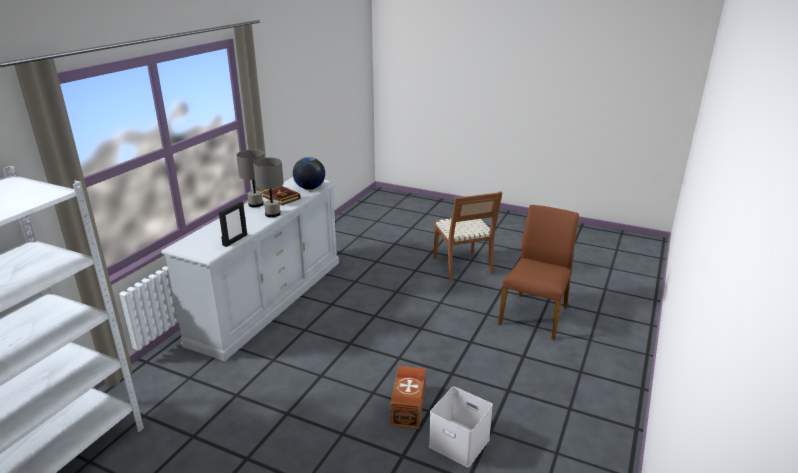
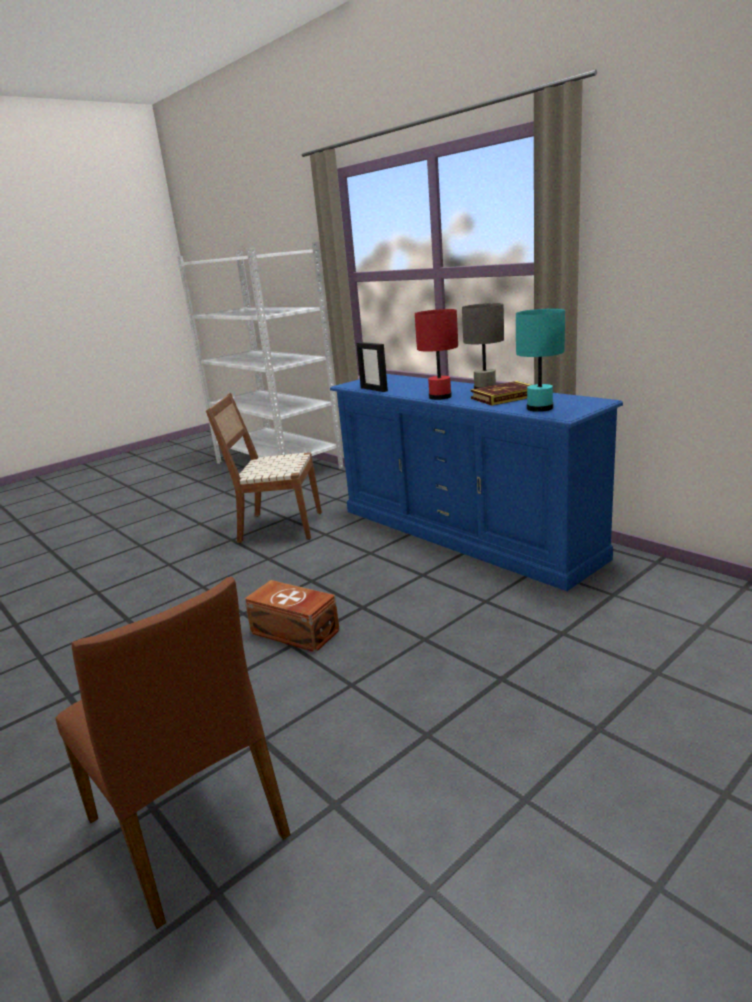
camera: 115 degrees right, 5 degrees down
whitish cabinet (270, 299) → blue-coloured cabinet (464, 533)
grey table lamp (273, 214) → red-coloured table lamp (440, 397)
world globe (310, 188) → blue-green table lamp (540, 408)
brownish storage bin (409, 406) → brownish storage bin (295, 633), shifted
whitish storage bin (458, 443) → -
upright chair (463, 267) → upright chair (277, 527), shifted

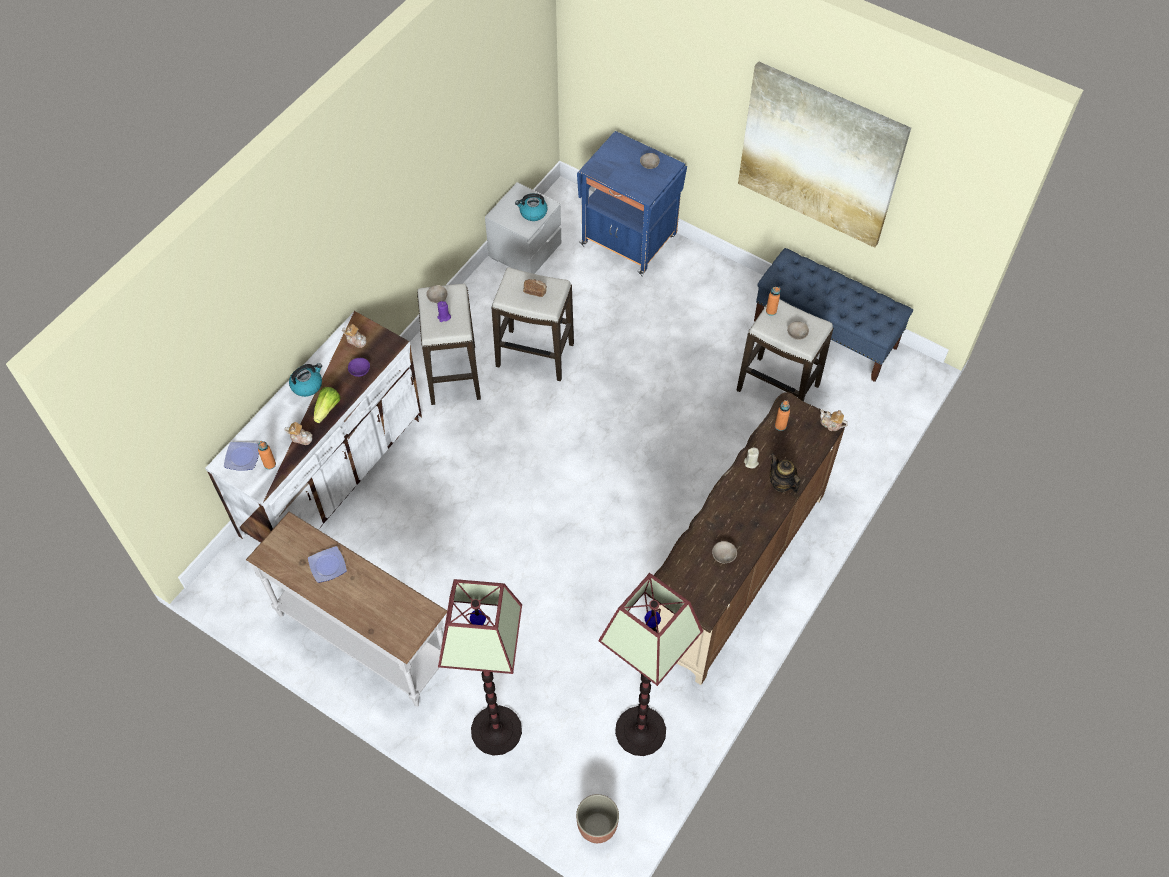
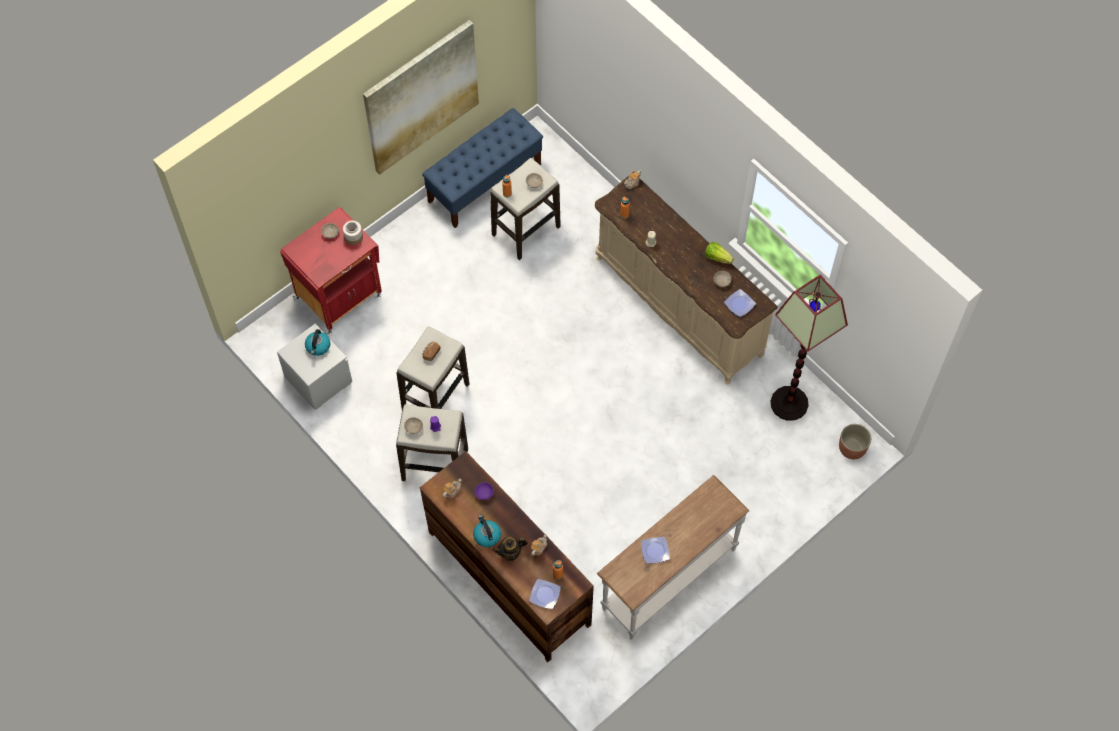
camera: 75 degrees left, 5 degrees up
whitish cabinet (335, 475) → brownish cabinet (509, 576)
lettuce head (327, 409) → lettuce head (717, 257), shifted
floor lamp (496, 731) → -
blue-coloured wheeled cart (629, 243) → red-coloured wheeled cart (339, 296)
pot for tea (781, 483) → pot for tea (510, 553), shifted
- → storage jar (353, 237)
- → flat dish (739, 305)

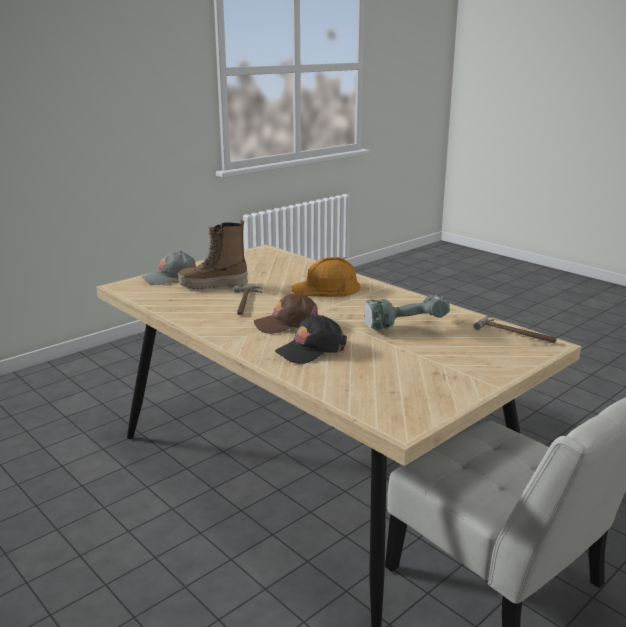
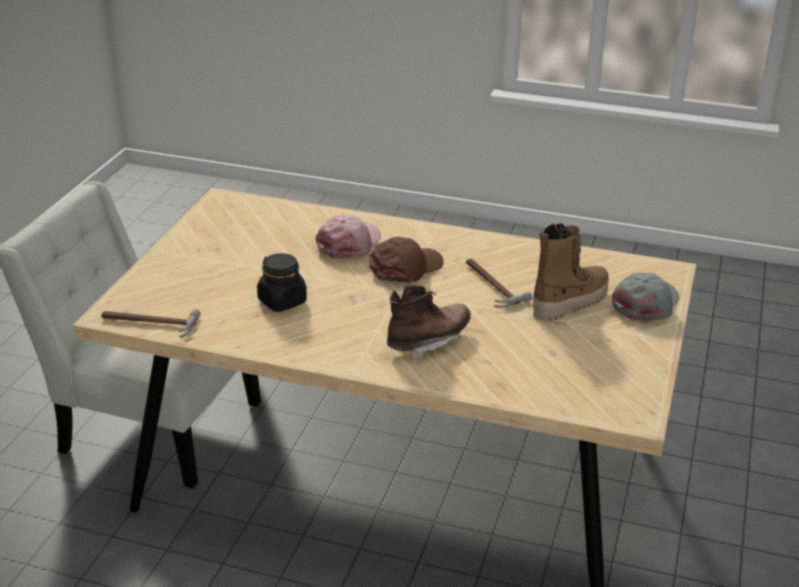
camera: 150 degrees right, 10 degrees up
blackish peaked cap (311, 349) → pink-coloured peaked cap (349, 243)
orange hard hat (327, 288) → brownish high-top boot (428, 341)
electric drill (404, 325) → blackish storage jar (282, 301)

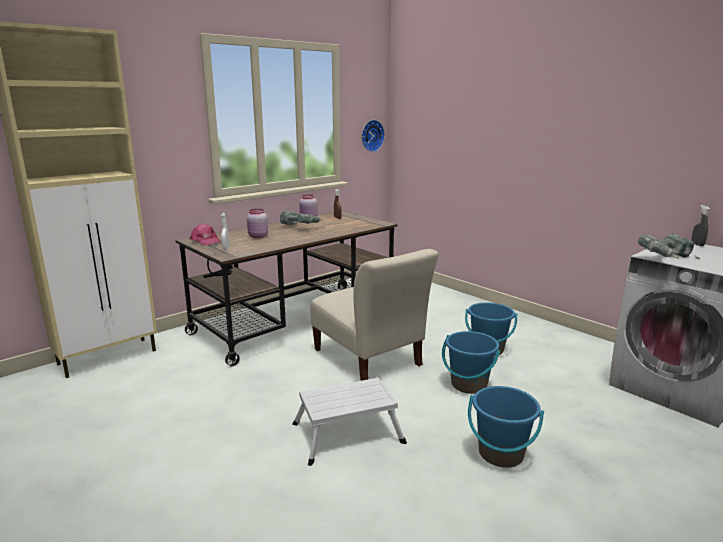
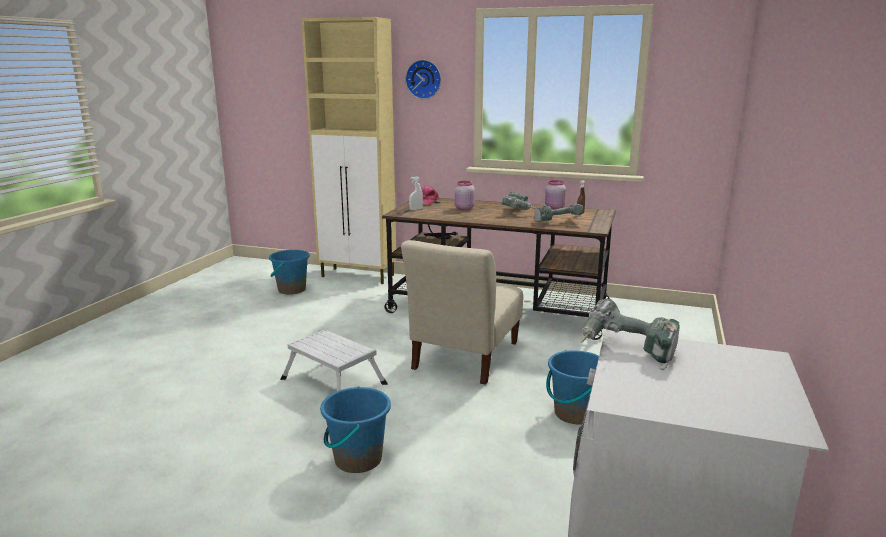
camera: 60 degrees right, 0 degrees up
clock on the wall (371, 135) → clock on the wall (424, 79), shifted
blue-coloured water bucket (468, 385) → blue-coloured water bucket (291, 290), shifted
grey sprayer (697, 244) → -
- → electric drill (557, 221)

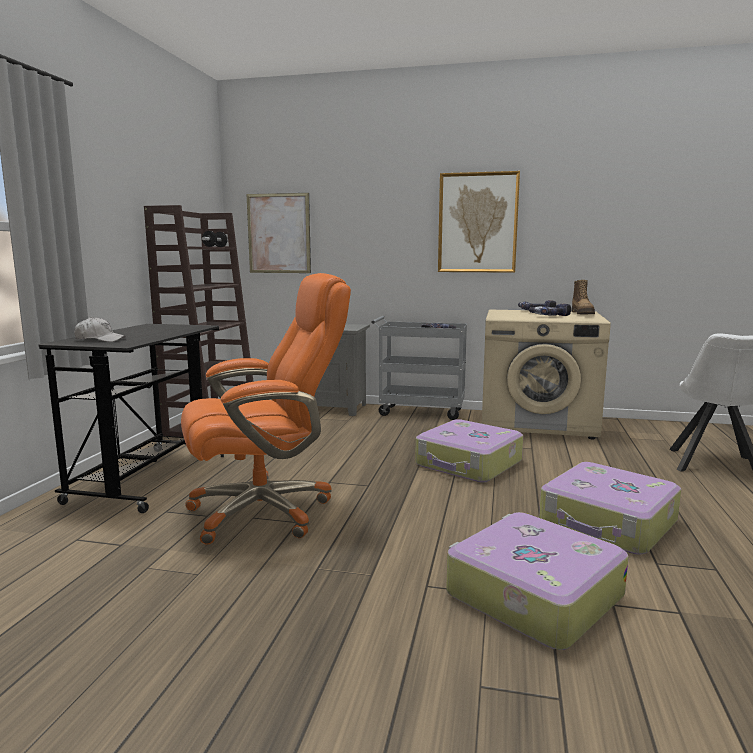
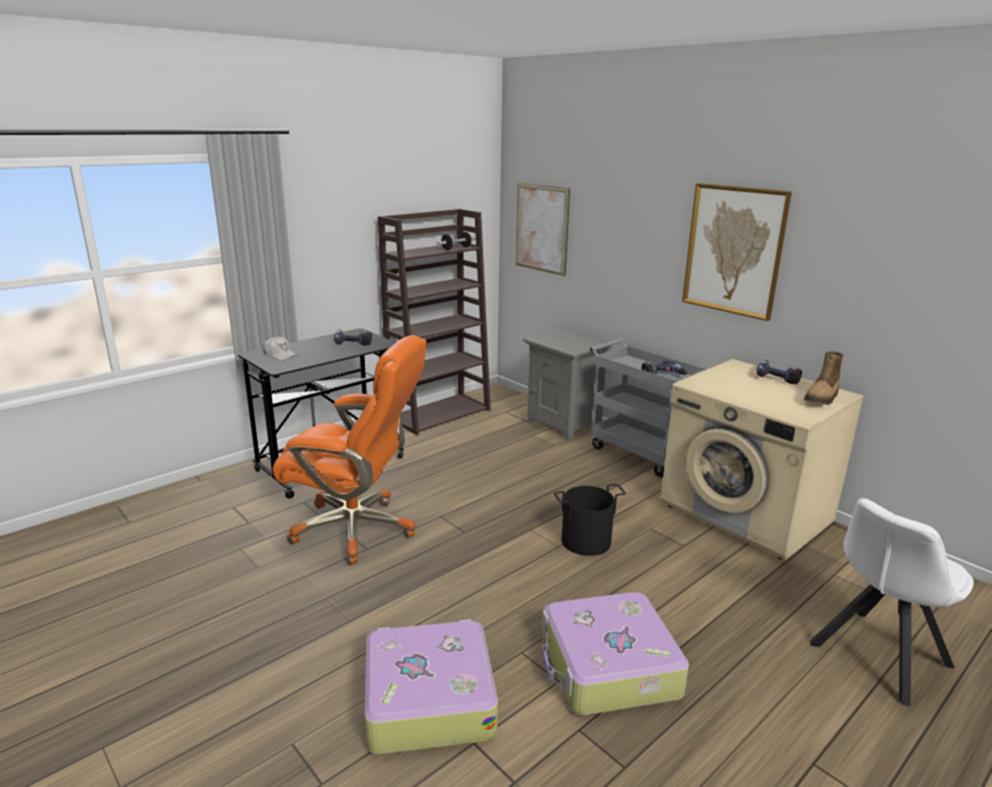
camera: 35 degrees right, 10 degrees up
travel case (468, 464) → blackish water bucket (586, 541)
electric drill (550, 316) → electric drill (353, 342), shifted

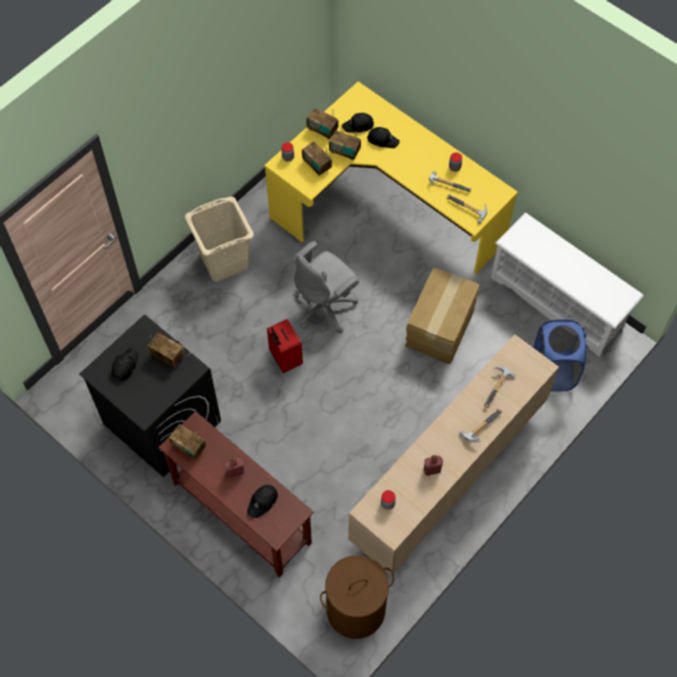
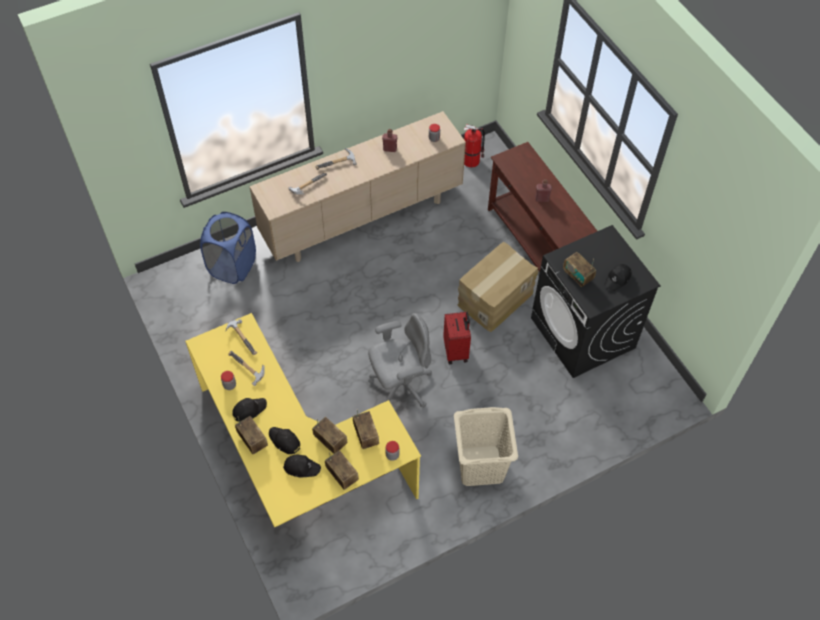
camera: 160 degrees left, 5 degrees down
radio (188, 446) → radio (252, 441), shifted
blackish peaked cap (263, 502) → blackish peaked cap (249, 410), shifted
brownish laundry basket (355, 610) → fire extinguisher (472, 161)
carton (441, 327) → carton (494, 298), shifted
whitish shoe rack (558, 301) → -

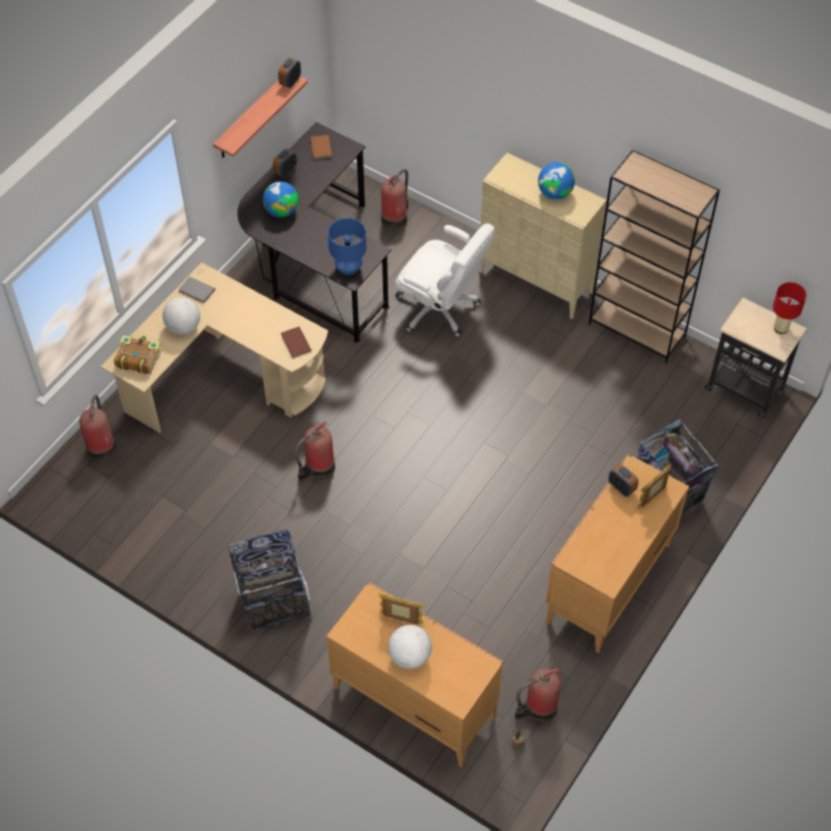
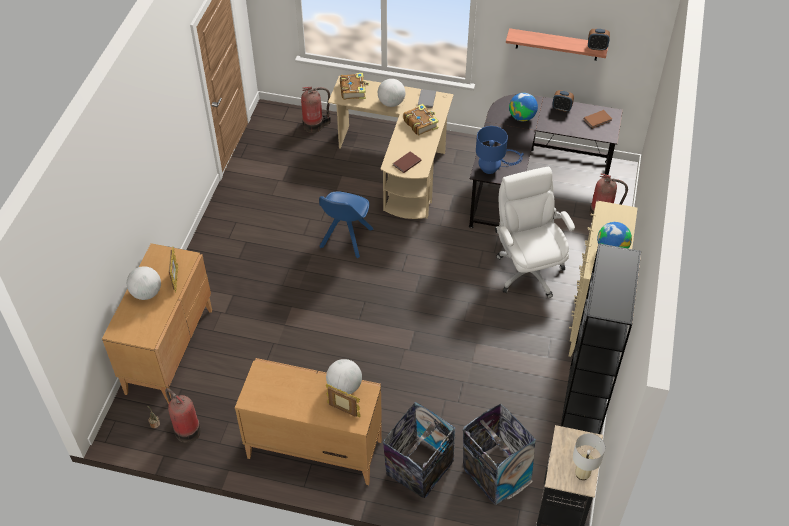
camera: 70 degrees right, 5 degrees down
rubbish bin (274, 601) → rubbish bin (495, 474), shifted
fire extinguisher (318, 469) → blue-coloured upright chair (345, 239)
whitish office chair (441, 311) → whitish office chair (527, 268), 150 degrees clockwise
sand-coloured bookcase (637, 330) → blackish bookcase (583, 406)
bedside clock (621, 488) → world globe (344, 387)
red-coloured table lamp (780, 328) → whitish table lamp (582, 473)
- → book (420, 123)

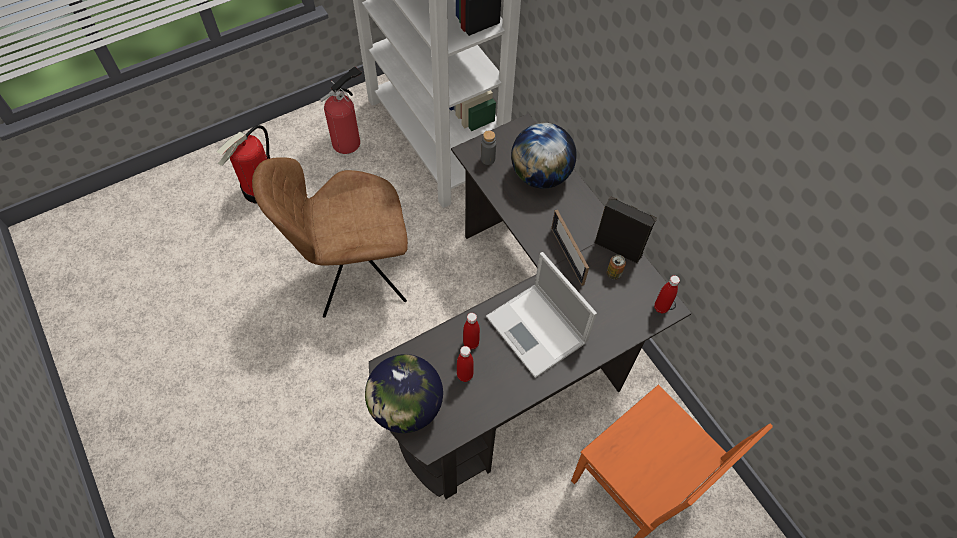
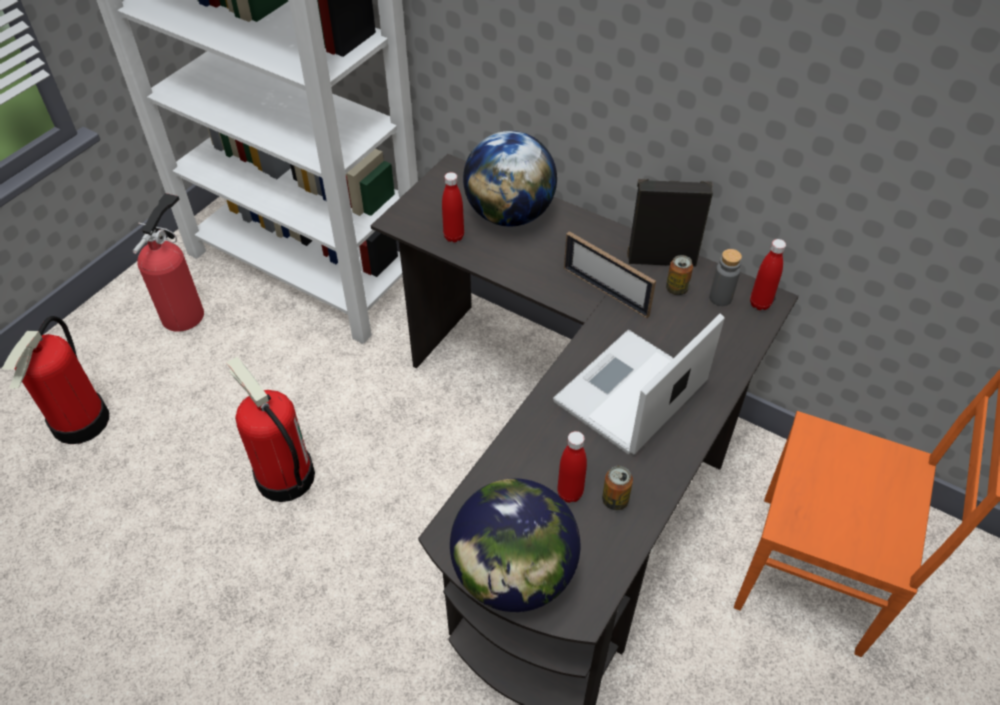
camera: 25 degrees left, 10 degrees down
brownish upright chair (354, 275) → fire extinguisher (284, 476)
red-coloured bottle (471, 343) → red-coloured bottle (454, 236), shifted
grey bottle (488, 159) → grey bottle (720, 298), shifted
notebook computer (537, 331) → notebook computer (629, 394), 105 degrees clockwise
- → can (615, 500)

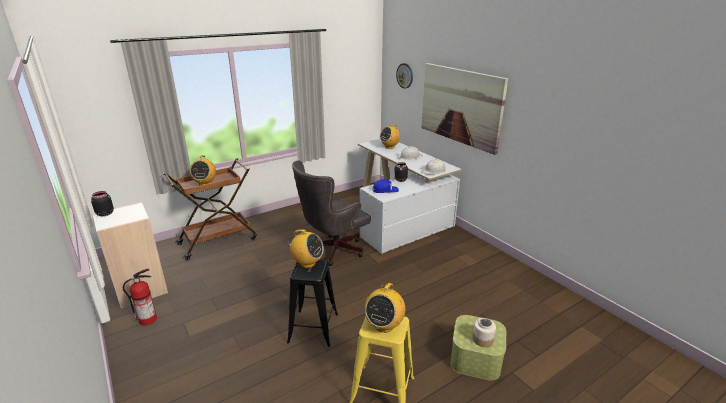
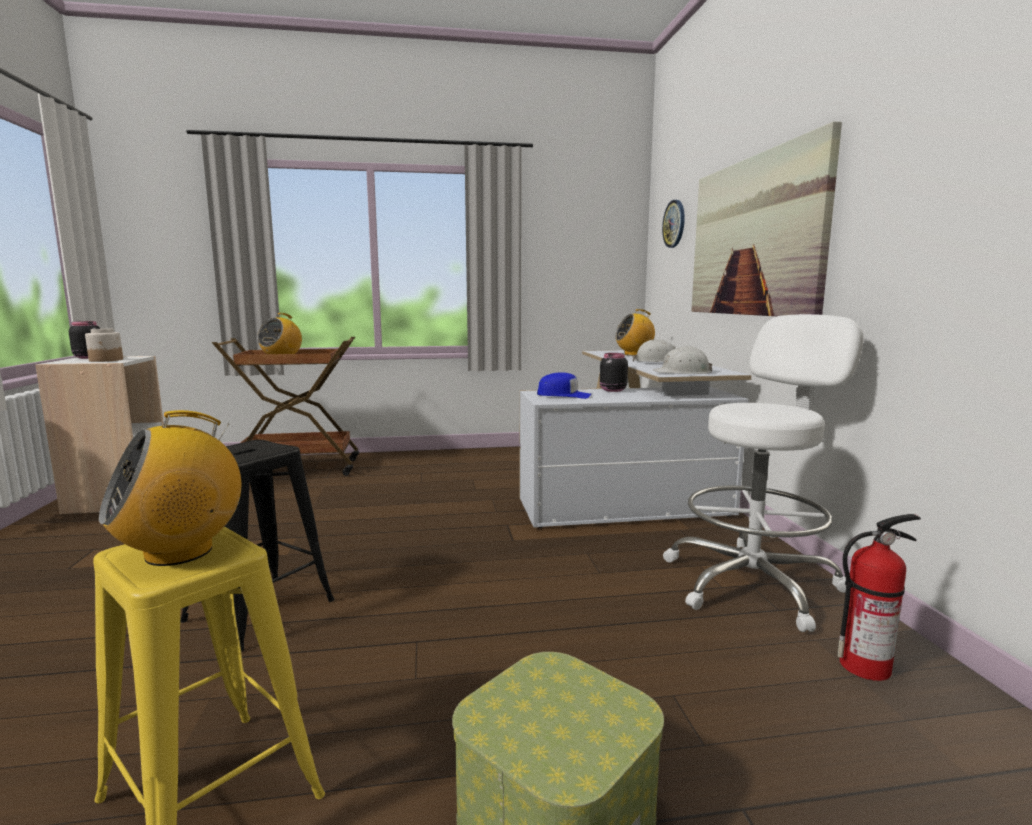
camera: 25 degrees right, 15 degrees down
fire extinguisher (148, 319) → fire extinguisher (865, 665), shifted
radio (307, 263) → -
grey office chair (333, 251) → -
storage jar (483, 339) → storage jar (106, 360), shifted
- → whitish stool seat (752, 582)

